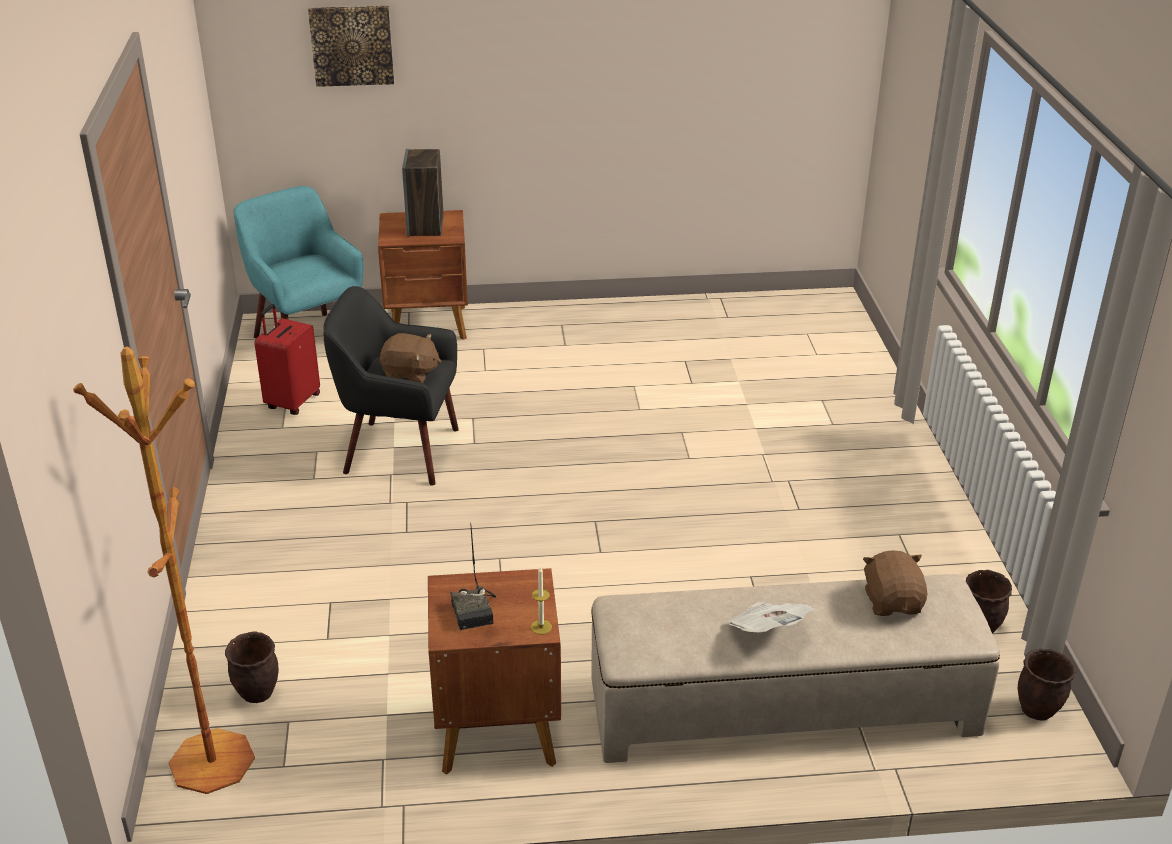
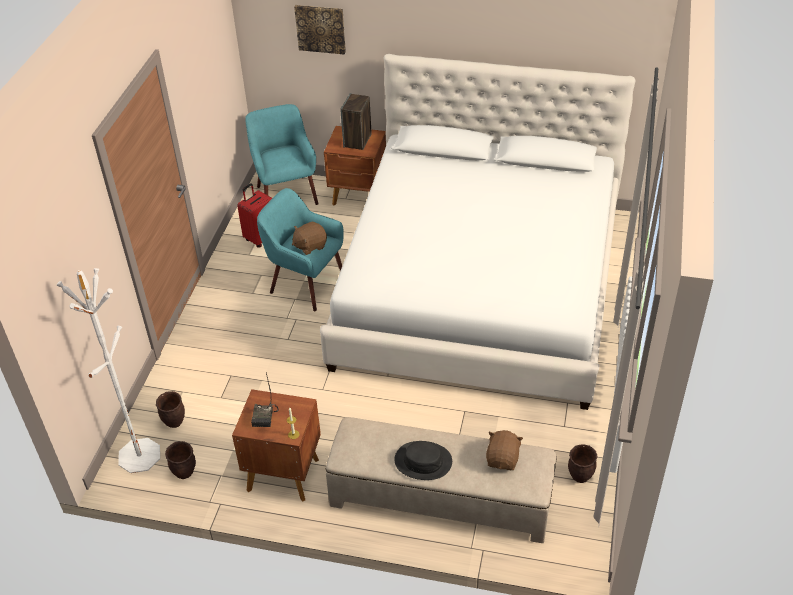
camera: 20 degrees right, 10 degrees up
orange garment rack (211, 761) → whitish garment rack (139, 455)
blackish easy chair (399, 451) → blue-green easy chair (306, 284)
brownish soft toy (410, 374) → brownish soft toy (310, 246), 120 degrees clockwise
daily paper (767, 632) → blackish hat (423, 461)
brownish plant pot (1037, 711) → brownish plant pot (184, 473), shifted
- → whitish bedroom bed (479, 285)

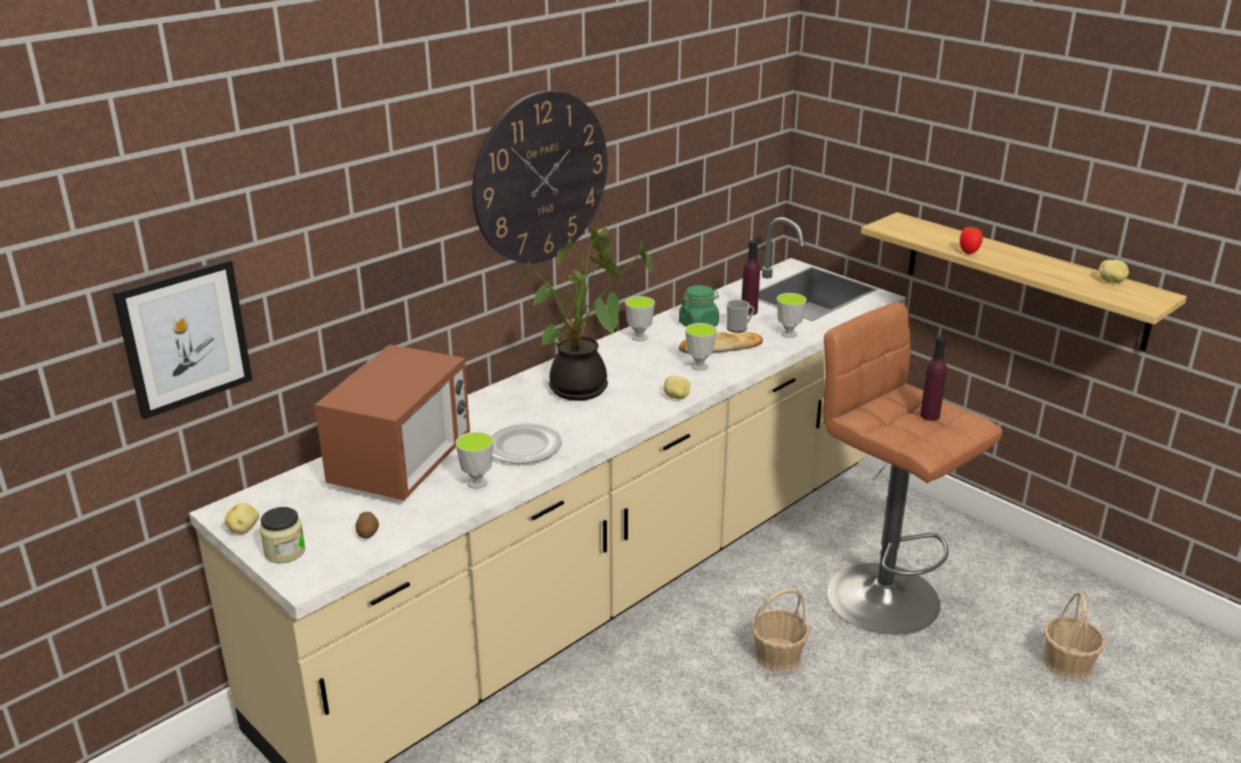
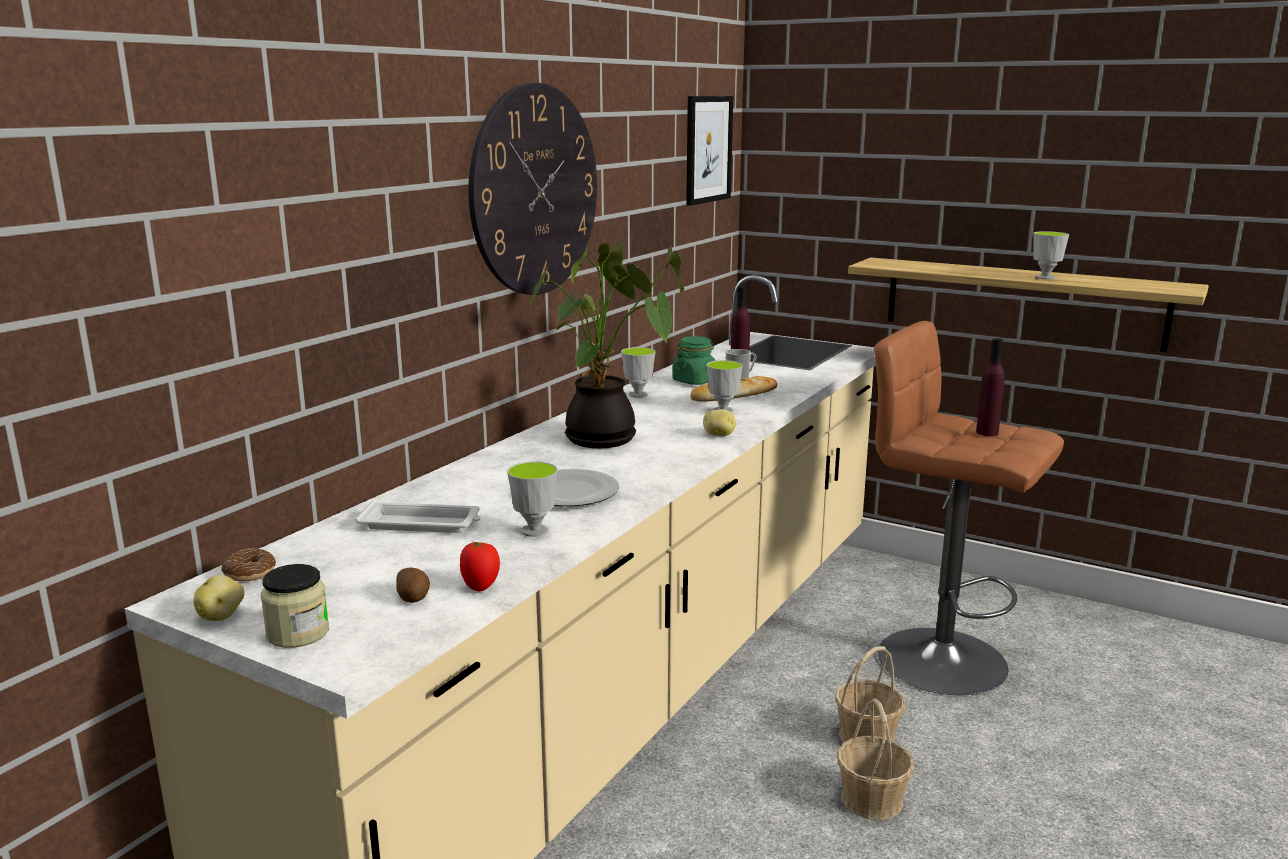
camera: 15 degrees left, 10 degrees down
wall picture (185, 337) → wall picture (707, 149), shifted
microwave (402, 464) → whitish tray (421, 524)
drinking cup (788, 334) → drinking cup (1045, 277), shifted
whole tomato (969, 252) → whole tomato (481, 587), shifted
basket (1067, 664) → basket (872, 799), shifted
spud (1111, 281) → -
- → ring doughnut (249, 573)

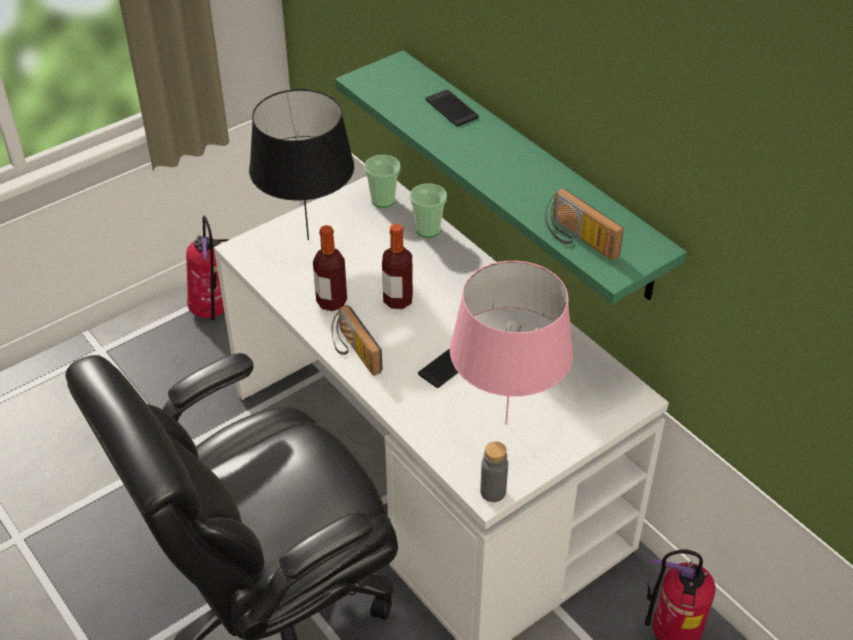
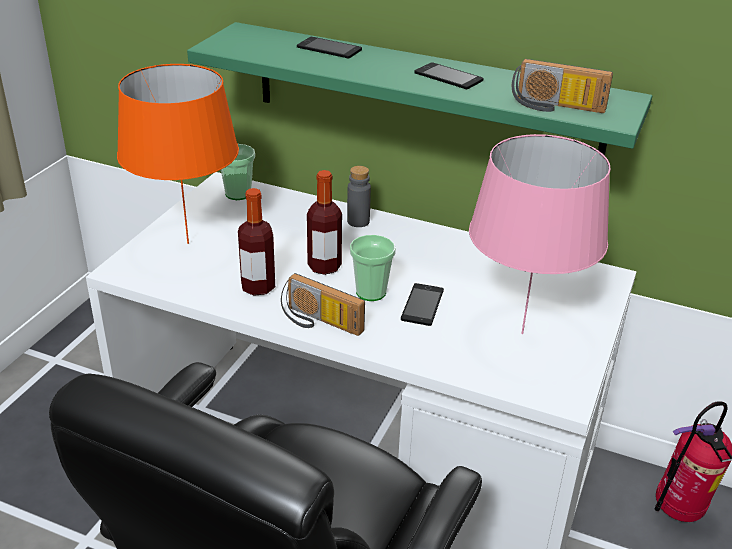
camera: 30 degrees left, 10 degrees down
fire extinguisher (212, 311) → -
blackish table lamp (307, 239) → orange table lamp (187, 243)
drinking cup (428, 229) → drinking cup (371, 292), shifted
grey bottle (493, 492) → grey bottle (358, 221), shifted
- → telephone (448, 77)

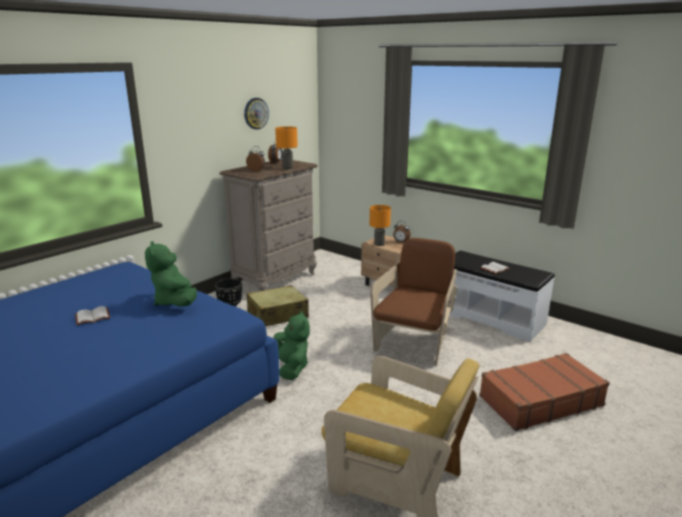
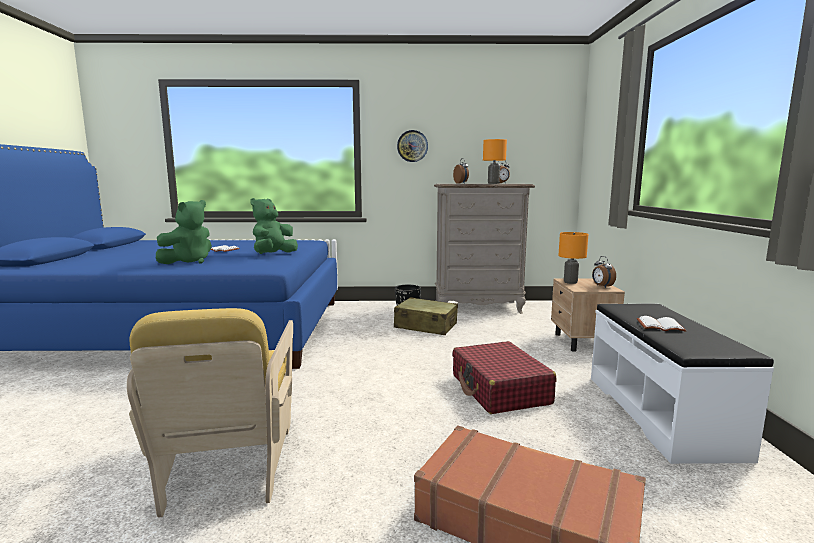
camera: 50 degrees right, 10 degrees down
clock on the wall (256, 113) → clock on the wall (412, 146), shifted
greenish soft toy (291, 367) → greenish soft toy (188, 262), shifted
brownish easy chair (414, 342) → red-coloured travel case (500, 389)

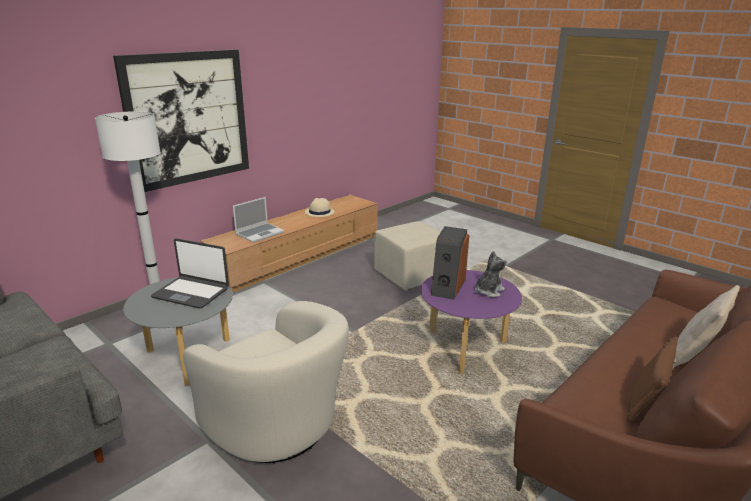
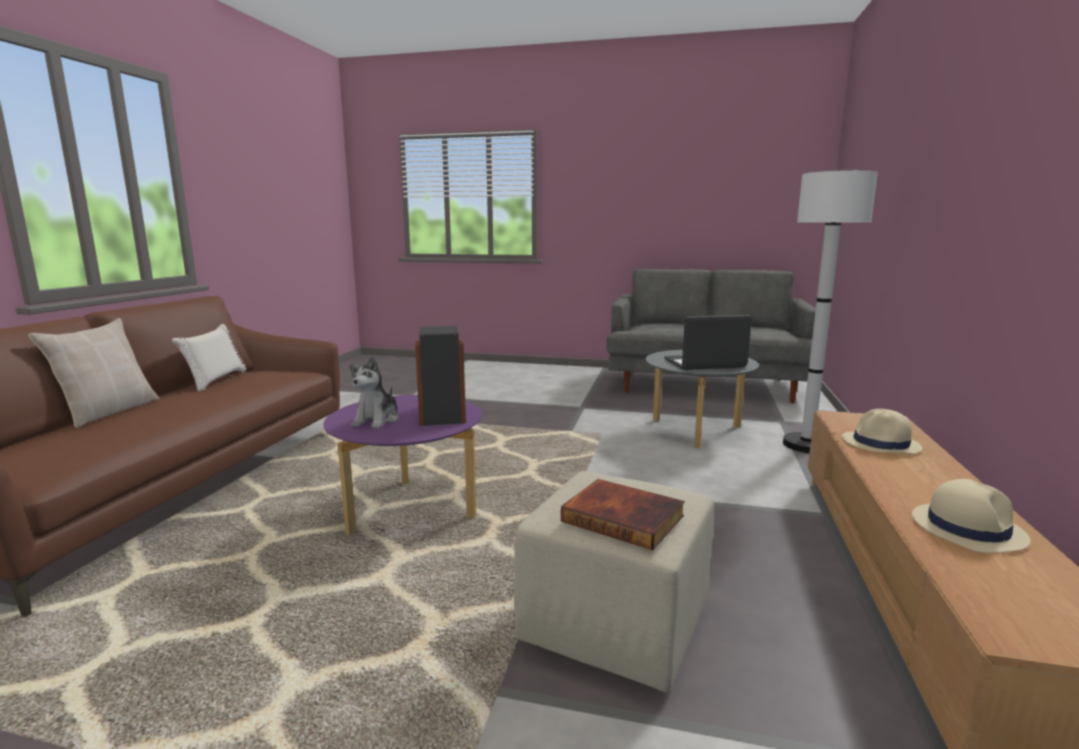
camera: 150 degrees right, 10 degrees down
wall picture (188, 118) → -
sand-coloured easy chair (277, 428) → -
notebook computer (260, 233) → sand-coloured hat (881, 444)
brownish cushion (646, 400) → whitish cushion (216, 380)
- → book (624, 517)

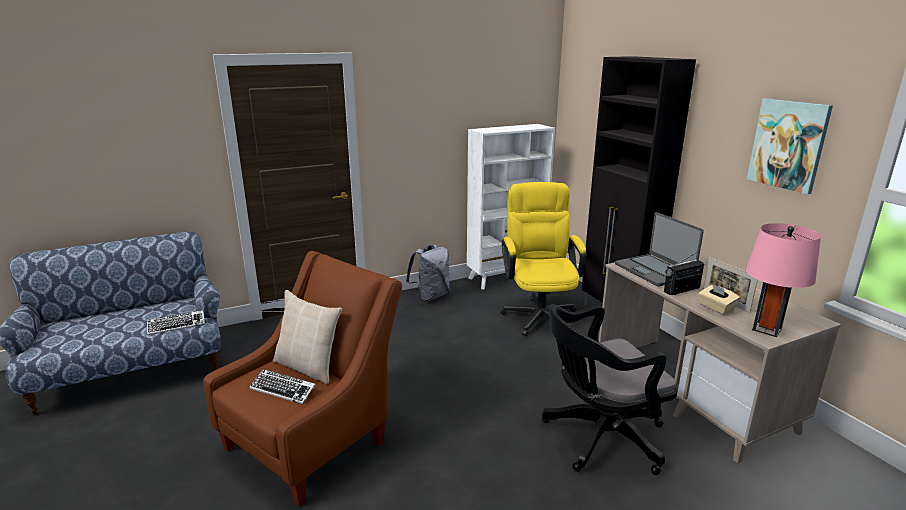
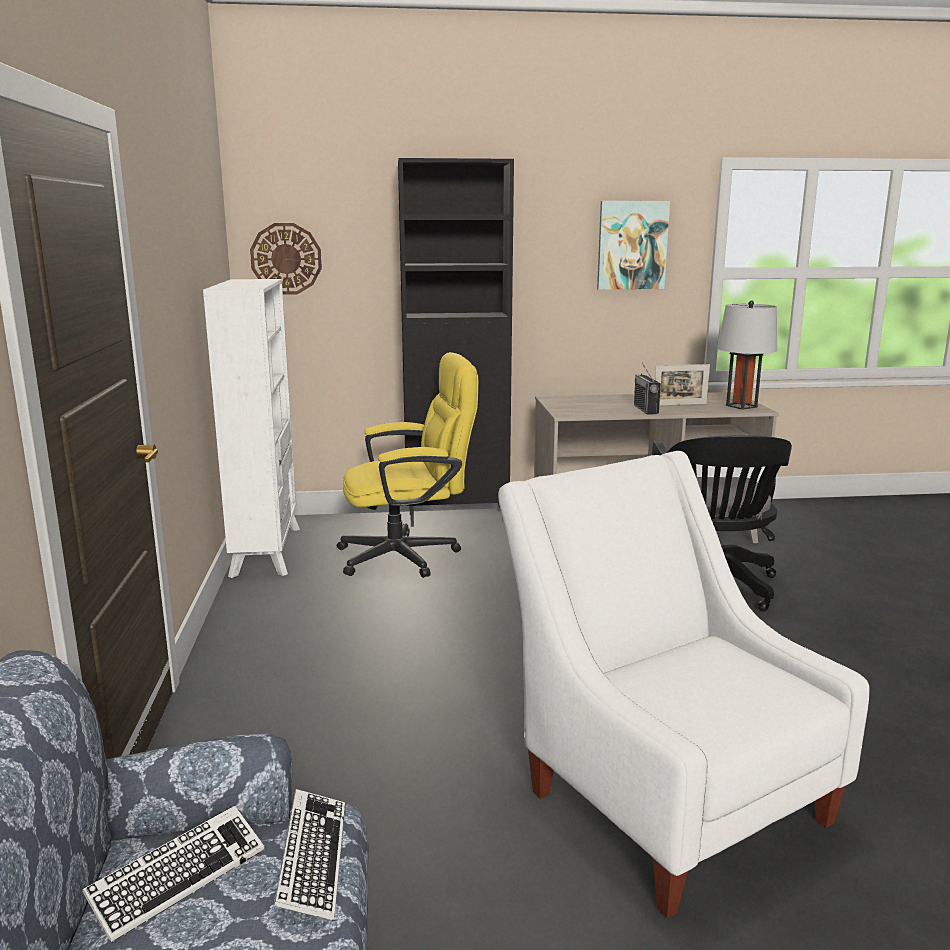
camera: 70 degrees left, 5 degrees down
brownish easy chair (315, 439) → whitish easy chair (663, 794)
keyboard (283, 390) → keyboard (178, 878), shifted
sand-coloured cushion (309, 367) → -
grey knapsack (431, 296) → -
yellow office chair (539, 314) → yellow office chair (410, 556), 150 degrees clockwise
notebook computer (654, 271) → -
sand-coloured box of tissues (716, 308) → -
pink-coloured table lamp (767, 329) → grey table lamp (741, 406)
- → clock on the wall (286, 259)

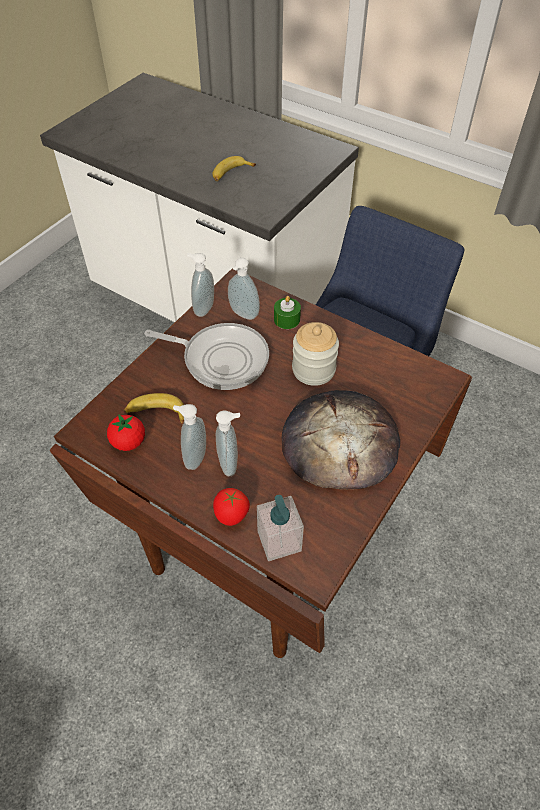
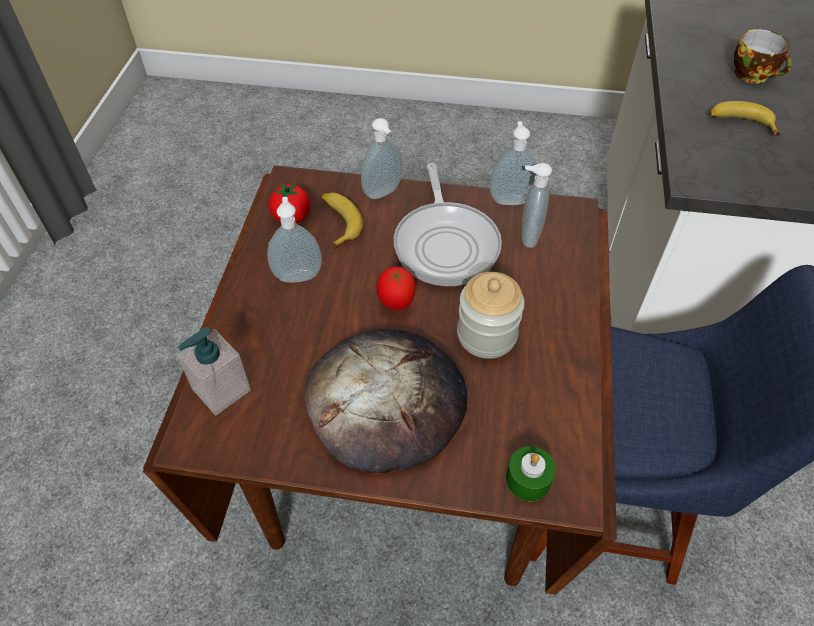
camera: 65 degrees right, 0 degrees up
whole tomato (231, 517) → whole tomato (396, 303), shifted
soap dispenser (230, 463) → soap dispenser (384, 193), shifted
greenish wax candle (287, 319) → greenish wax candle (528, 480), shifted
- → drinking cup (754, 75)

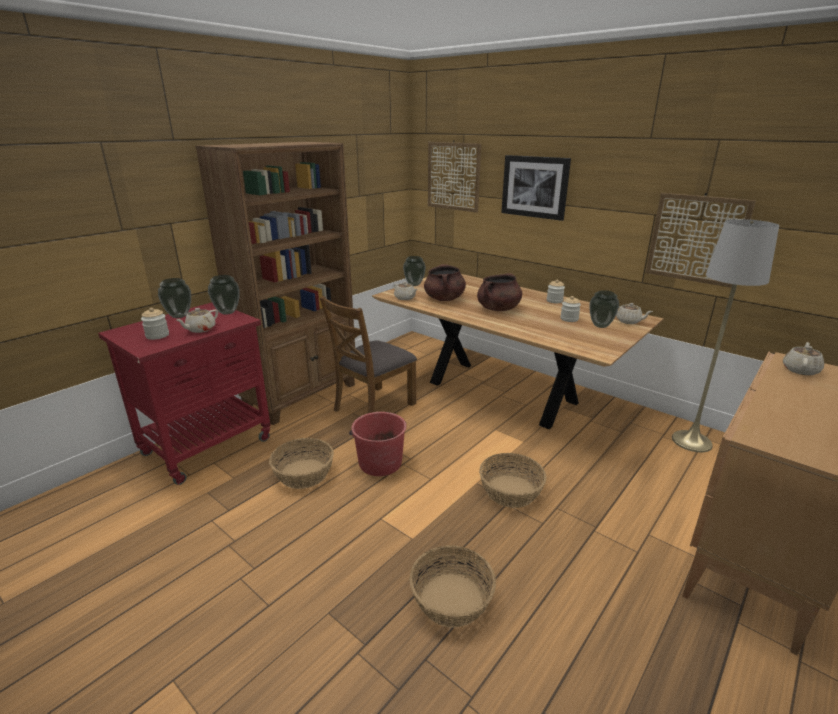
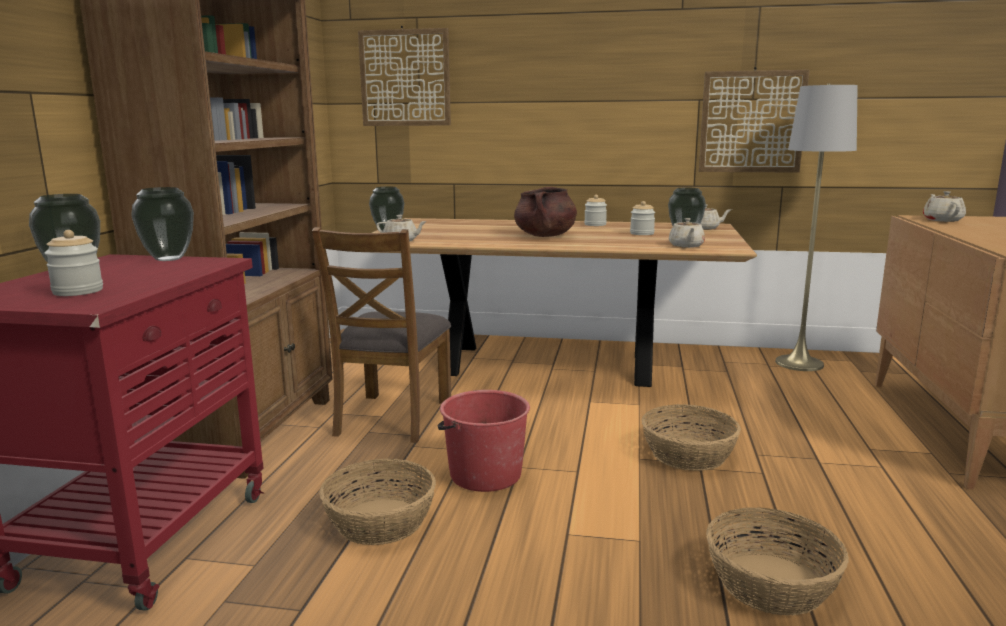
camera: 30 degrees left, 10 degrees down
sand-coloured pot for tea (200, 329) → sand-coloured pot for tea (686, 246), shifted
brownish cooking pot (444, 299) → -
wall picture (535, 187) → -

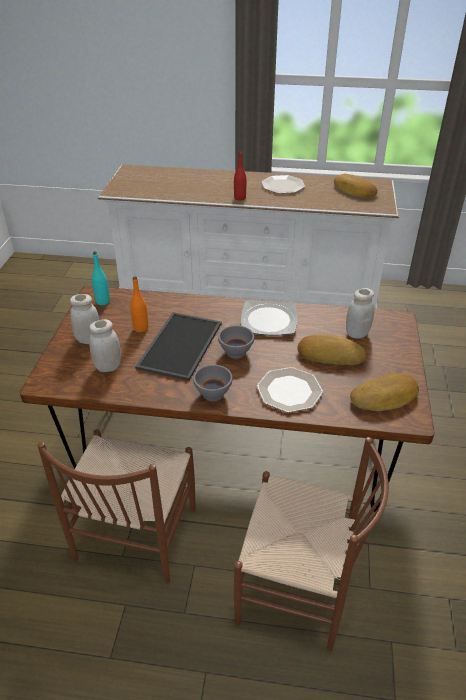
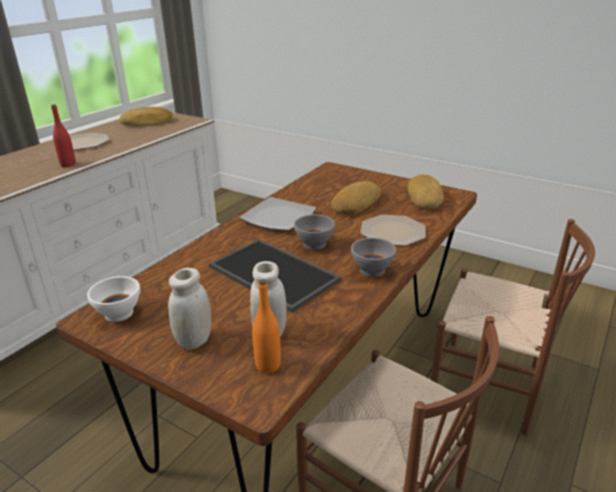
camera: 65 degrees left, 10 degrees down
blue-green bottle (103, 301) → whitish serving bowl (118, 313)
orange bottle (141, 328) → orange bottle (268, 365), shifted
brownish upright chair (299, 589) → brownish upright chair (491, 387), 75 degrees clockwise
whitish storage jar (357, 333) → -

